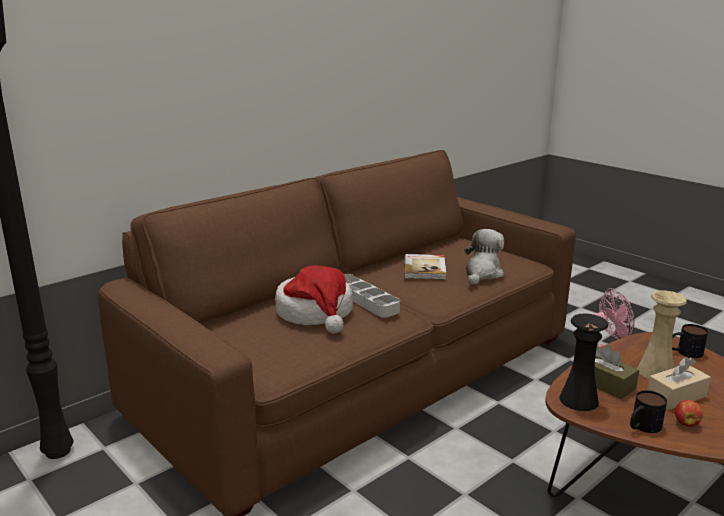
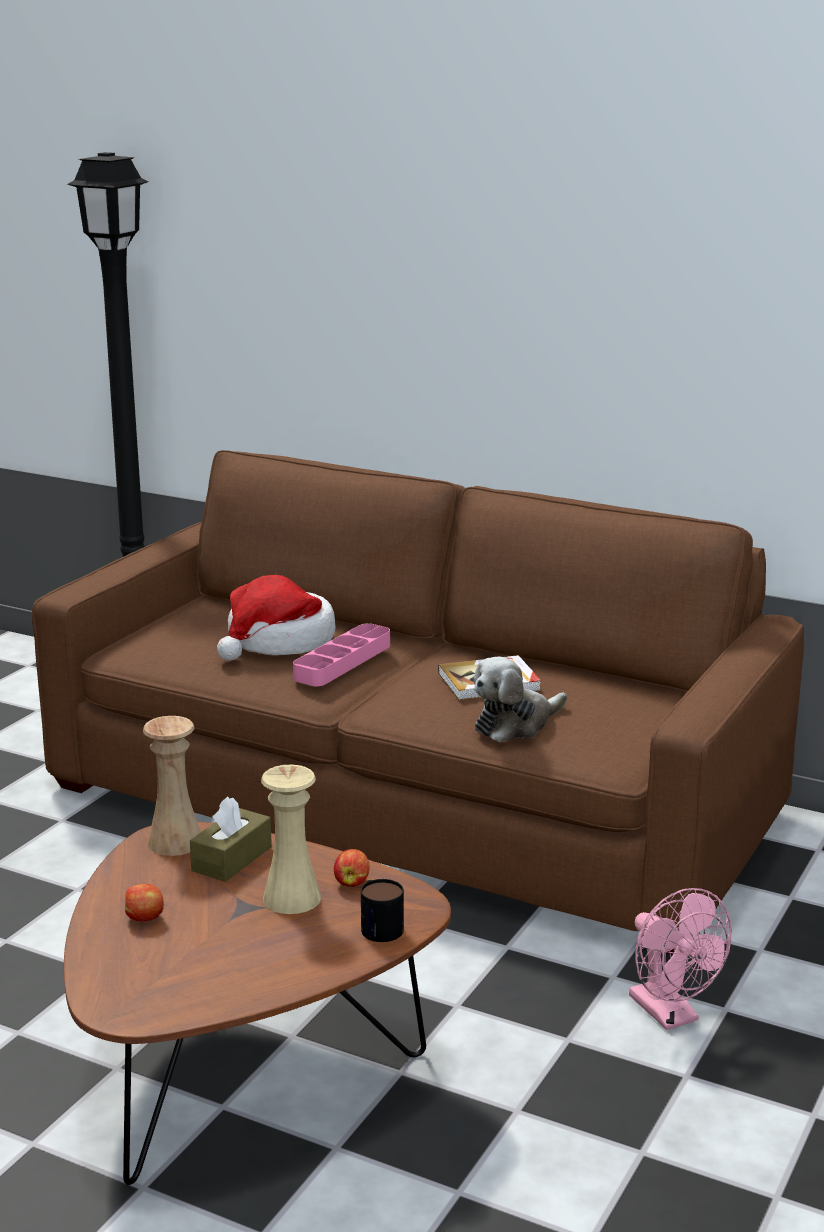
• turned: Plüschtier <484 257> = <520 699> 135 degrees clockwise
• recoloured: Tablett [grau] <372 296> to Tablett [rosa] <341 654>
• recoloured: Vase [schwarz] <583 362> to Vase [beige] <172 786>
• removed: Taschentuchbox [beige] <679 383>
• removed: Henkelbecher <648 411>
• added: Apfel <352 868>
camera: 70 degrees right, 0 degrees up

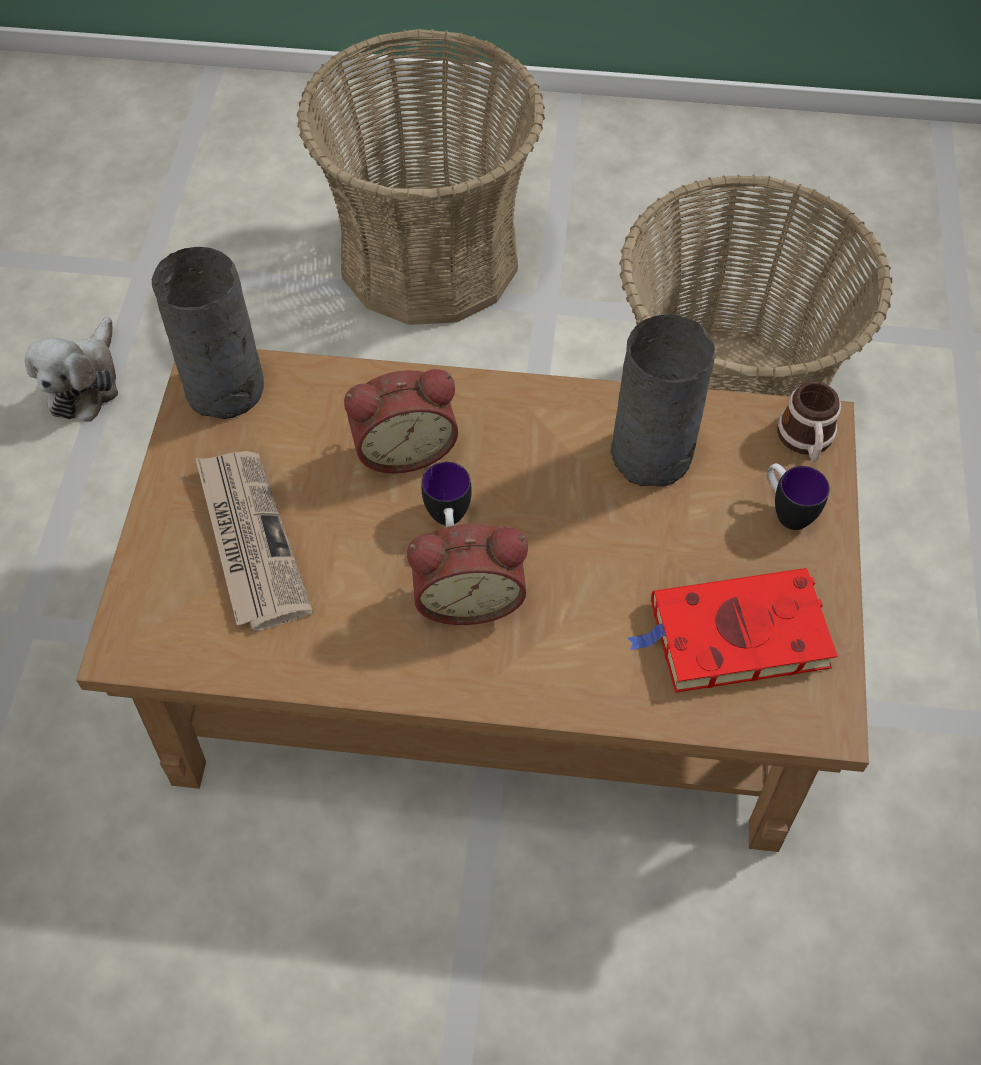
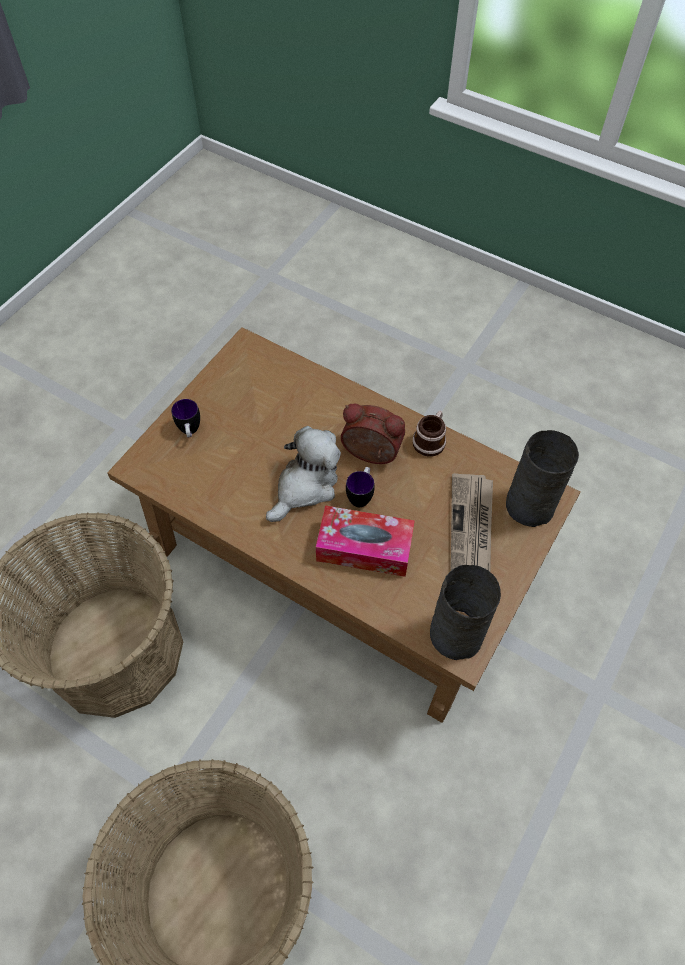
• moved: Vase [grau] <663 401> to <542 478>
• moved: Plüschtier <71 369> to <303 474>
• replaced: Wecker <401 421> to Taschentuchbox <365 541>
• moved: Henkelbecher <809 421> to <429 433>
• removed: Buch [rot] <732 630>
camera: 155 degrees left, 0 degrees up

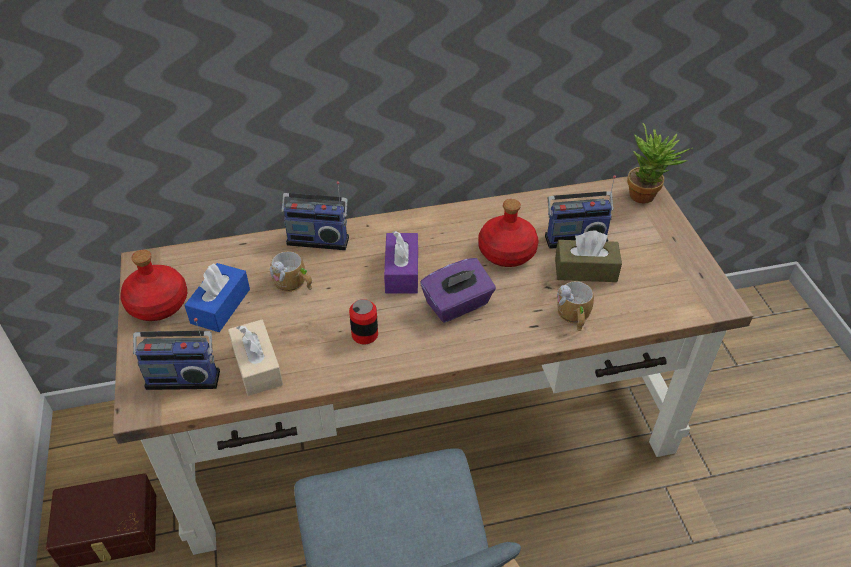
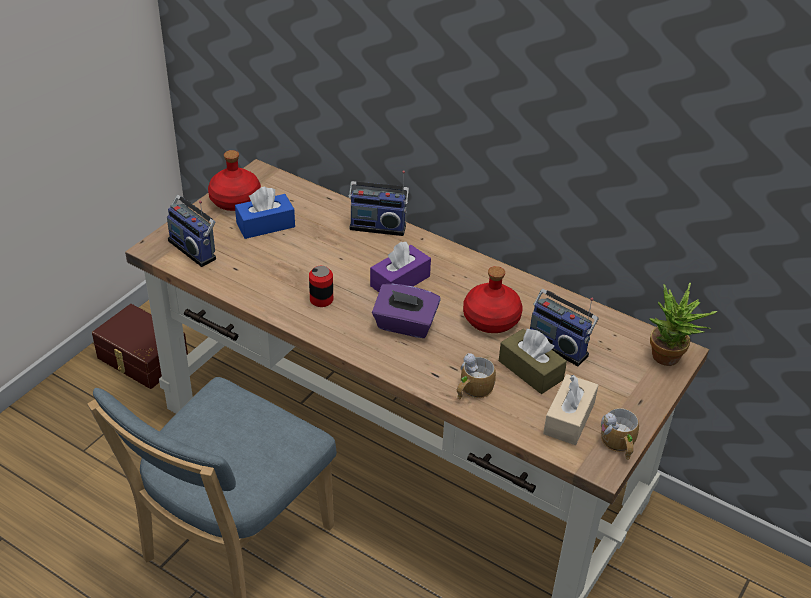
• turned: Radio <315 215> = <378 203> 45 degrees counterclockwise
• moved: Henkelbecher <291 271> to <620 434>
• moved: Taschentuchbox [beige] <255 358> to <570 409>
camera: 45 degrees right, 5 degrees down

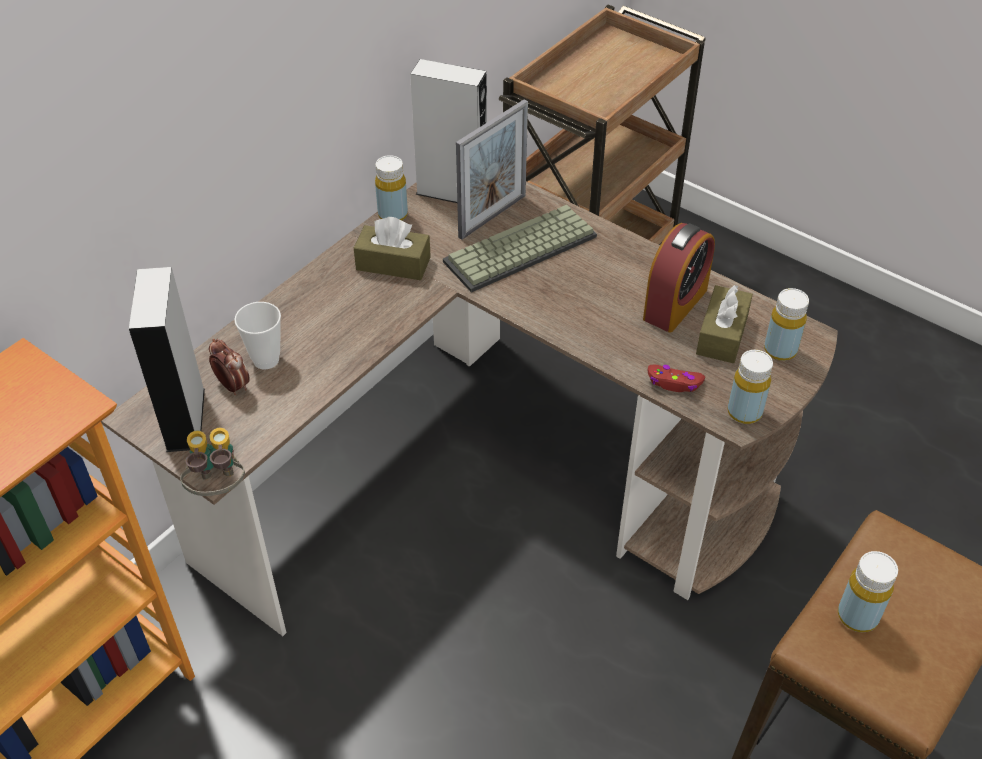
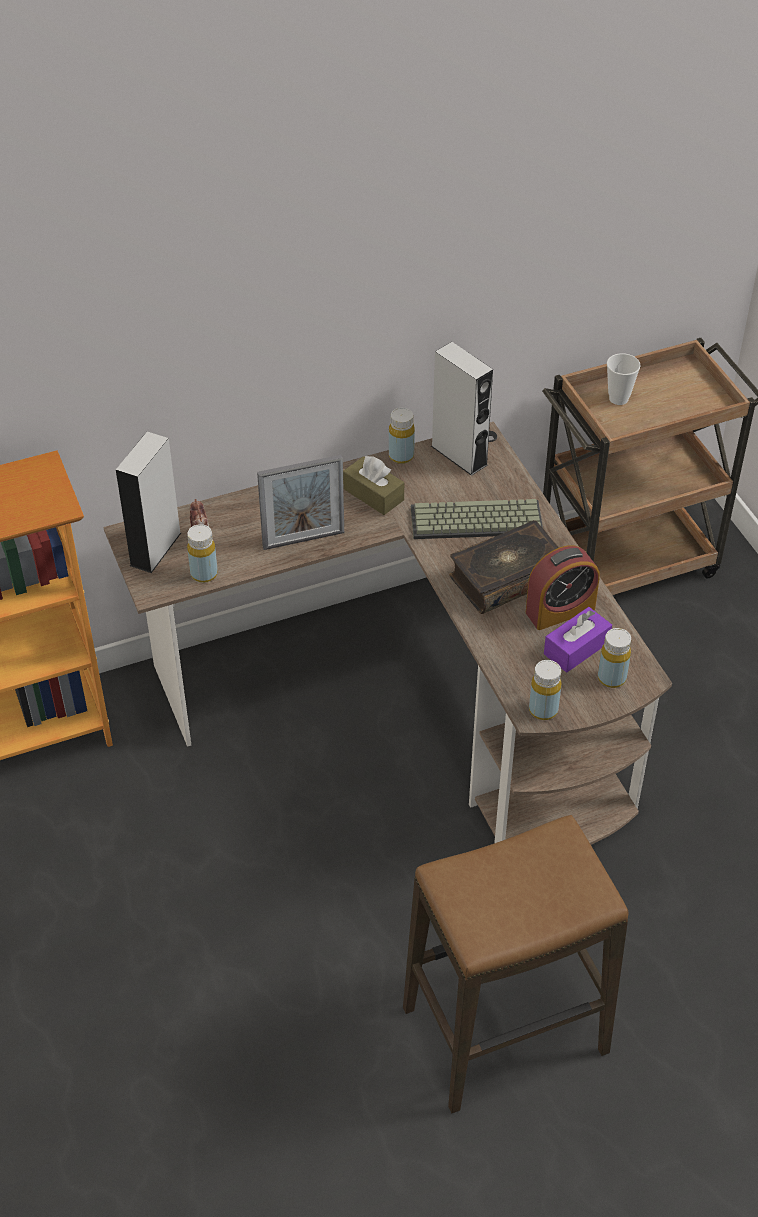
• moved: Bilderrahmen <492 169> to <300 502>
• recoloured: Taschentuchbox [braun] <724 324> to Taschentuchbox [lila] <578 639>
• moved: Tasse <257 335> to <624 379>
• removed: Gamepad [rot] <676 378>
• removed: Fernglas <212 462>
• moved: Flasche [gelb] <868 591> to <202 553>
• added: Buch <504 567>
camera: 30 degrees right, 0 degrees up

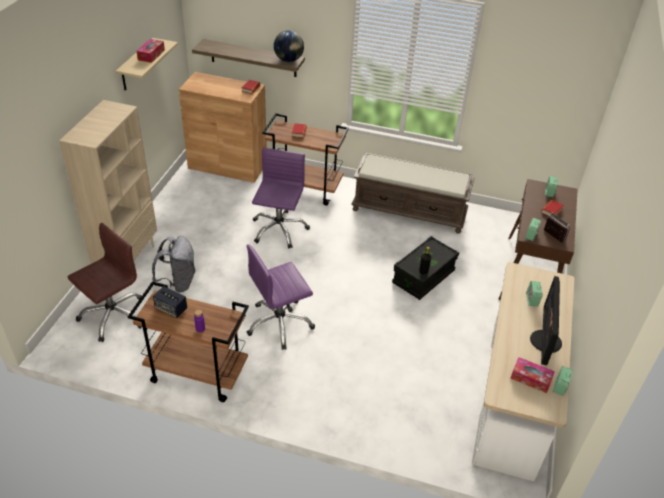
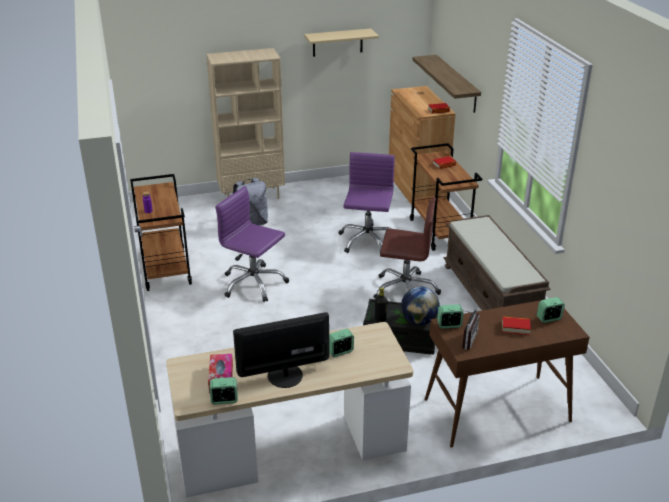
• moved: Globus <289 46> to <420 306>
• removed: Taschentuchbox <150 51>
• turned: Bürostuhl [lila] <281 198> = <366 202> 60 degrees counterclockwise
• moved: Bürostuhl [braun] <105 282> to <407 248>
• removed: Lautsprecher <170 302>
camera: 60 degrees right, 10 degrees down

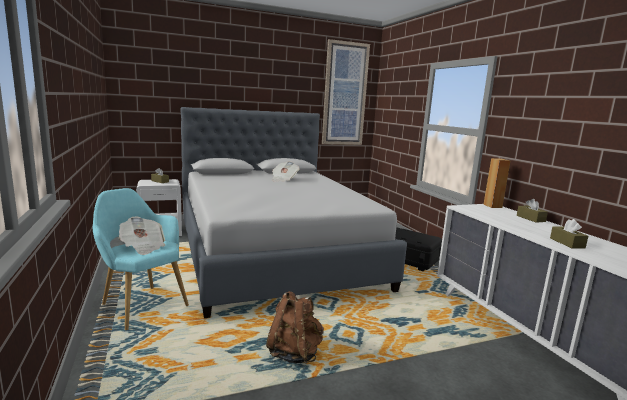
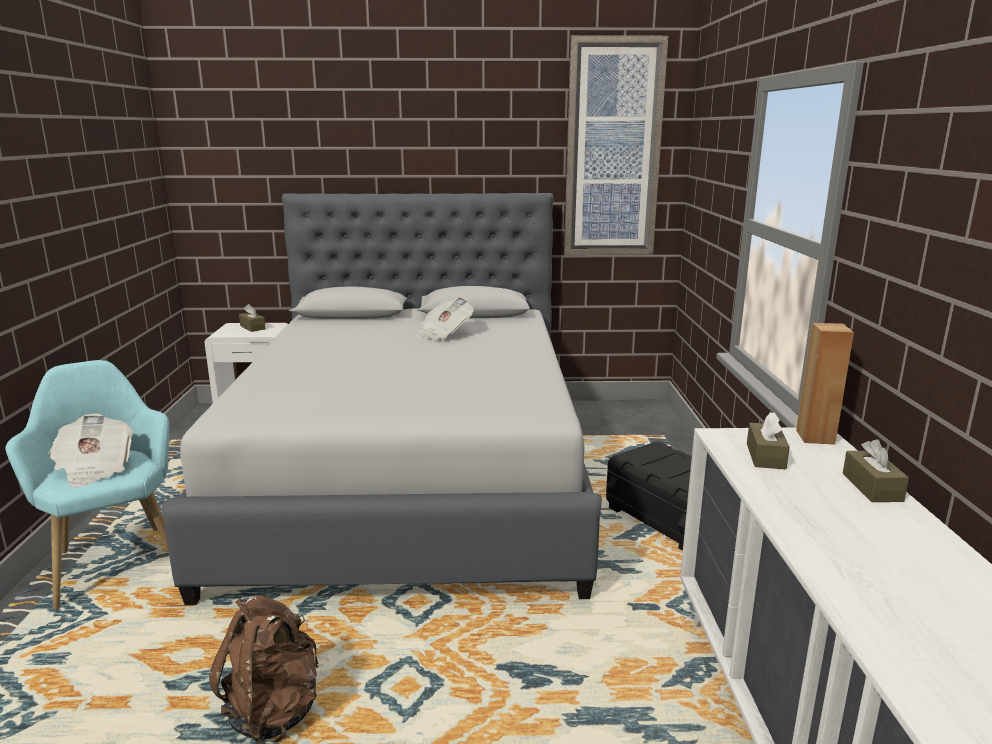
• moved: Taschentuchbox [braun] <569 233> to <768 440>
camera: 20 degrees right, 5 degrees up

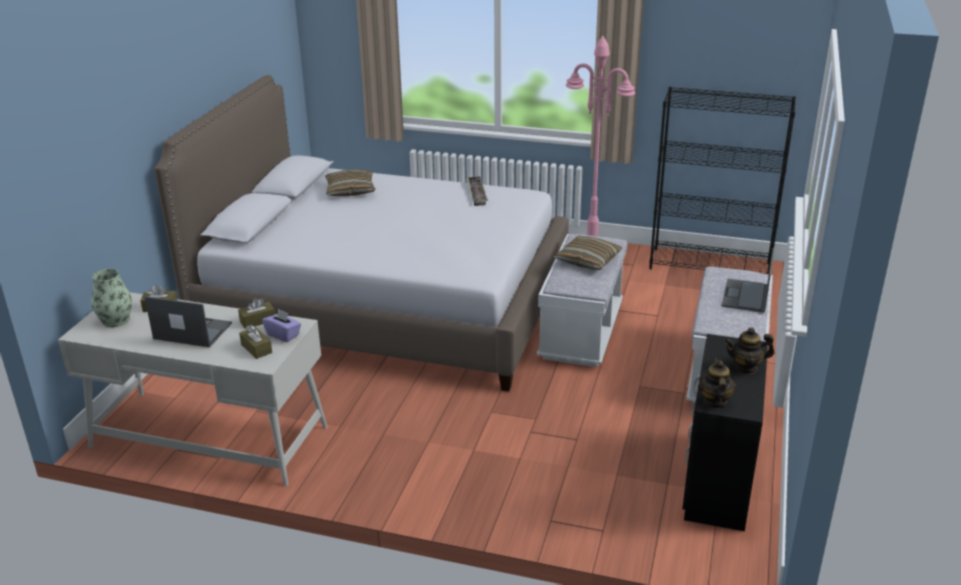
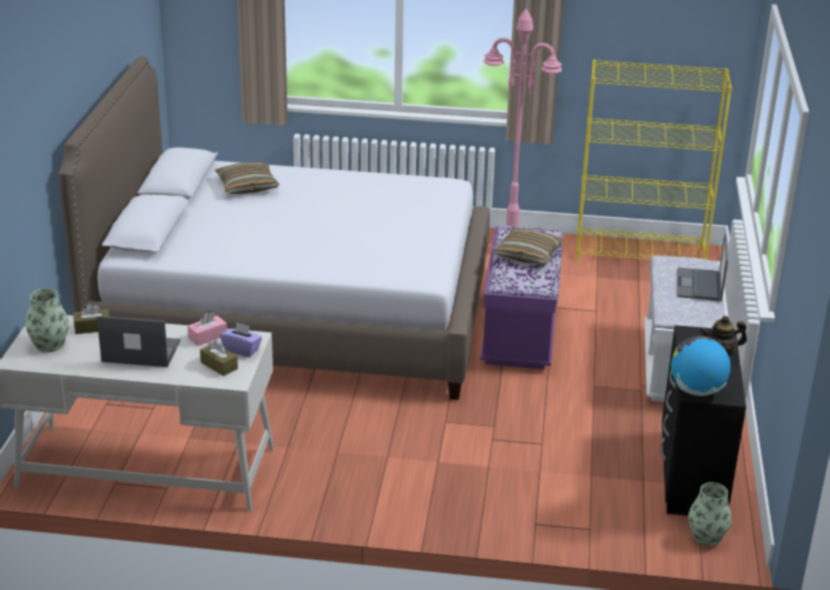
• recoloured: Bücherregal [schwarz] <722 180> to Bücherregal [gelb] <654 160>
• removed: Tablett <477 191>
• recoloured: Bank [weiß] <582 300> to Bank [lila] <522 297>
• recoloured: Taschentuchbox [braun] <256 313> to Taschentuchbox [rosa] <207 329>
• replaced: Teekanne <717 383> to Globus <701 366>
• added: Vase <710 514>
camera: 10 degrees left, 0 degrees up

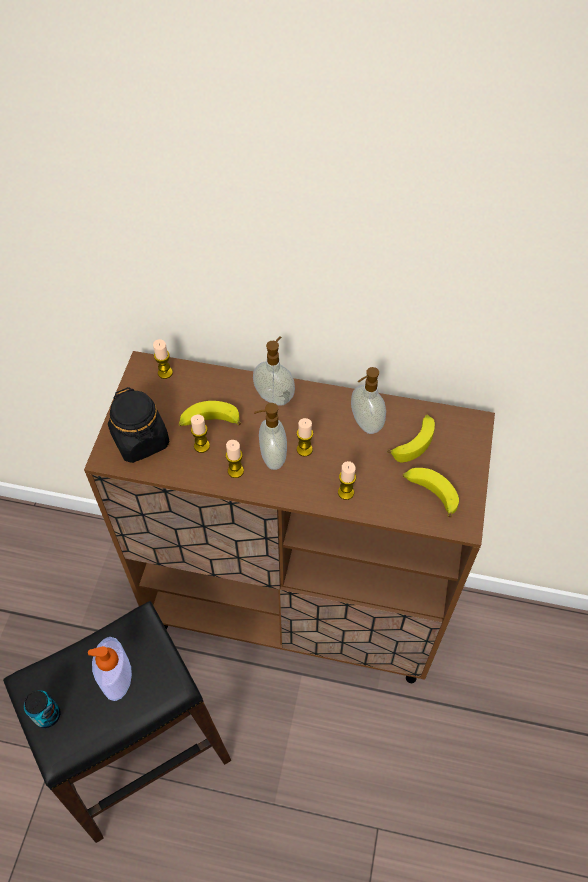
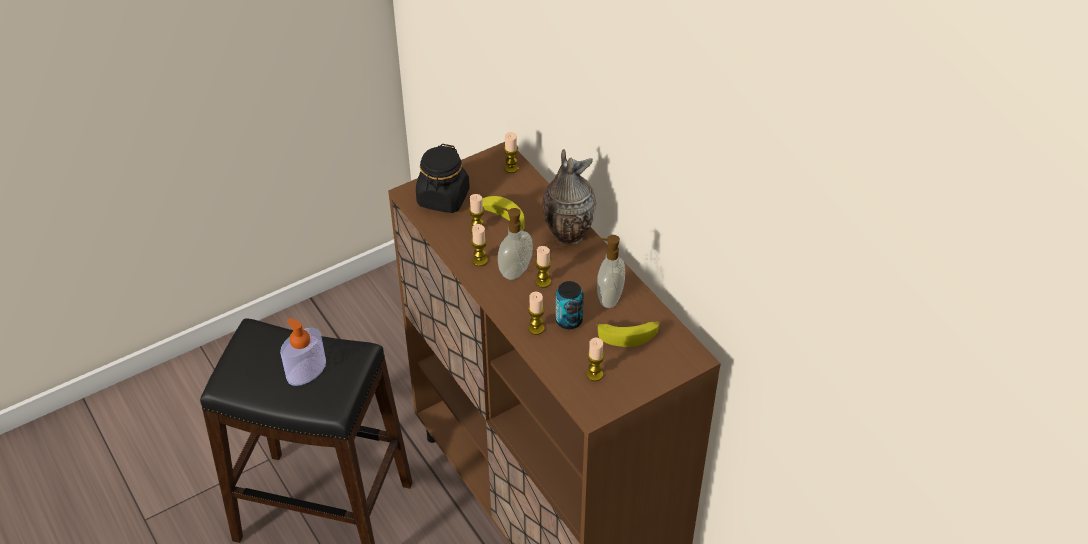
• replaced: Seifenspender <274 371> to Vase <569 197>
• replaced: Banane <431 492> to Kerze <595 359>
• moved: Dose <42 709> to <569 305>
camera: 45 degrees right, 10 degrees down

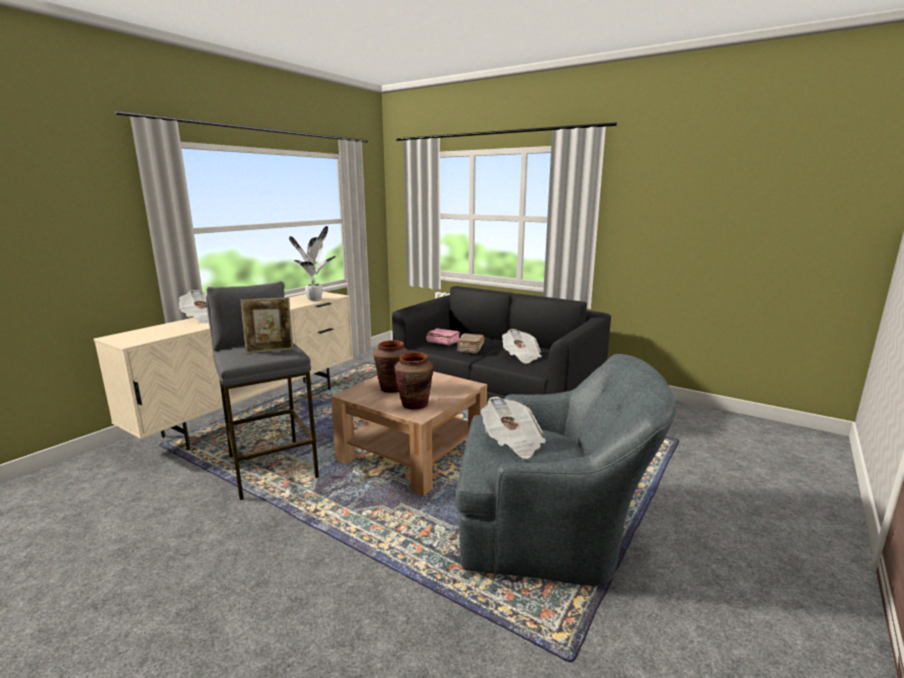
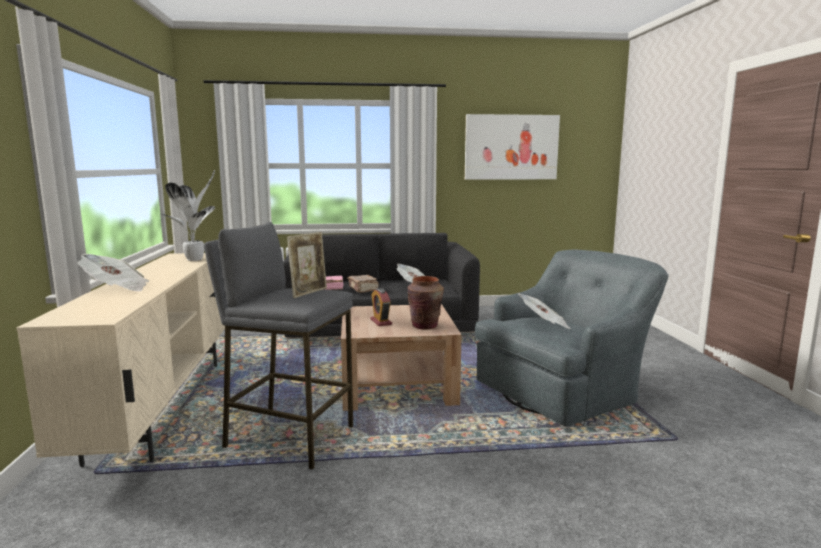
• replaced: Vase [braun] <391 366> to Wecker <381 307>
• added: Bild <512 147>
camera: 40 degrees left, 5 degrees down

